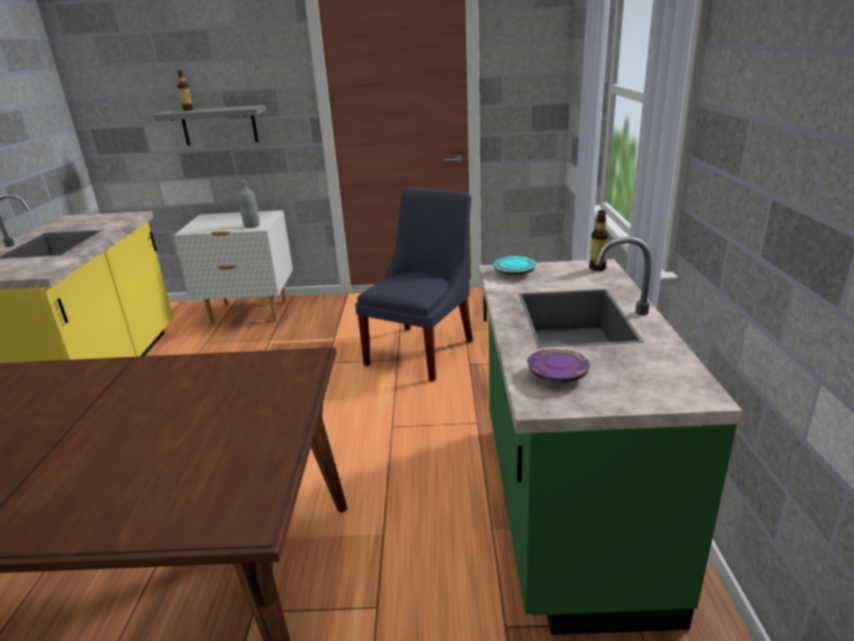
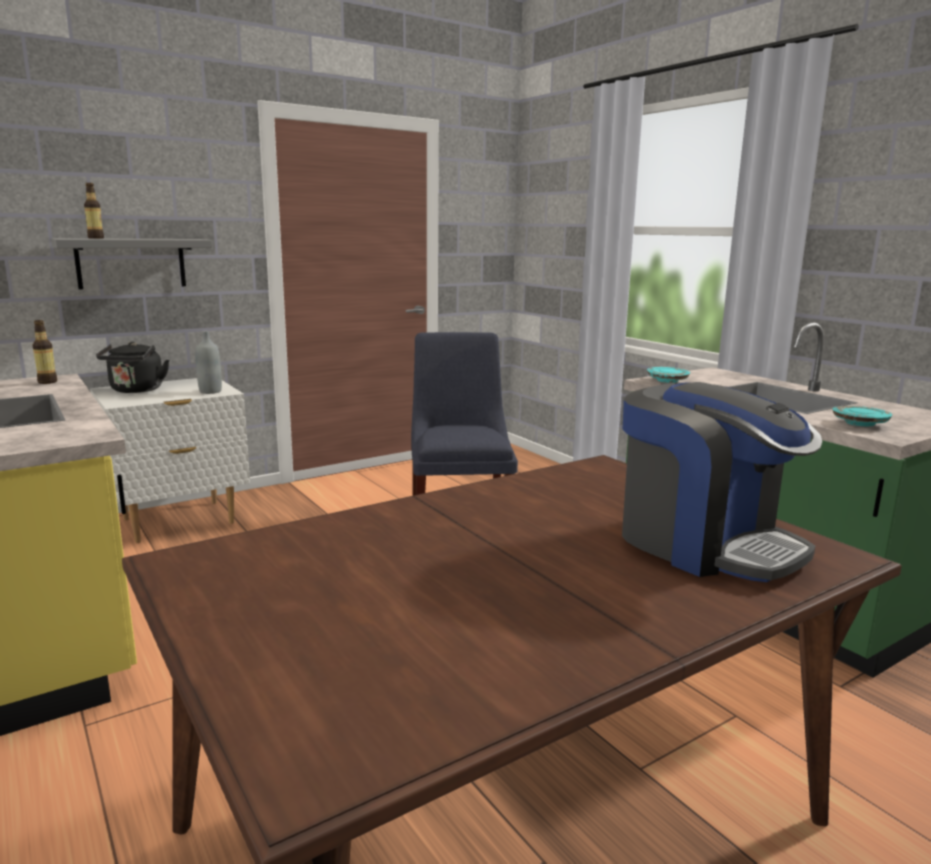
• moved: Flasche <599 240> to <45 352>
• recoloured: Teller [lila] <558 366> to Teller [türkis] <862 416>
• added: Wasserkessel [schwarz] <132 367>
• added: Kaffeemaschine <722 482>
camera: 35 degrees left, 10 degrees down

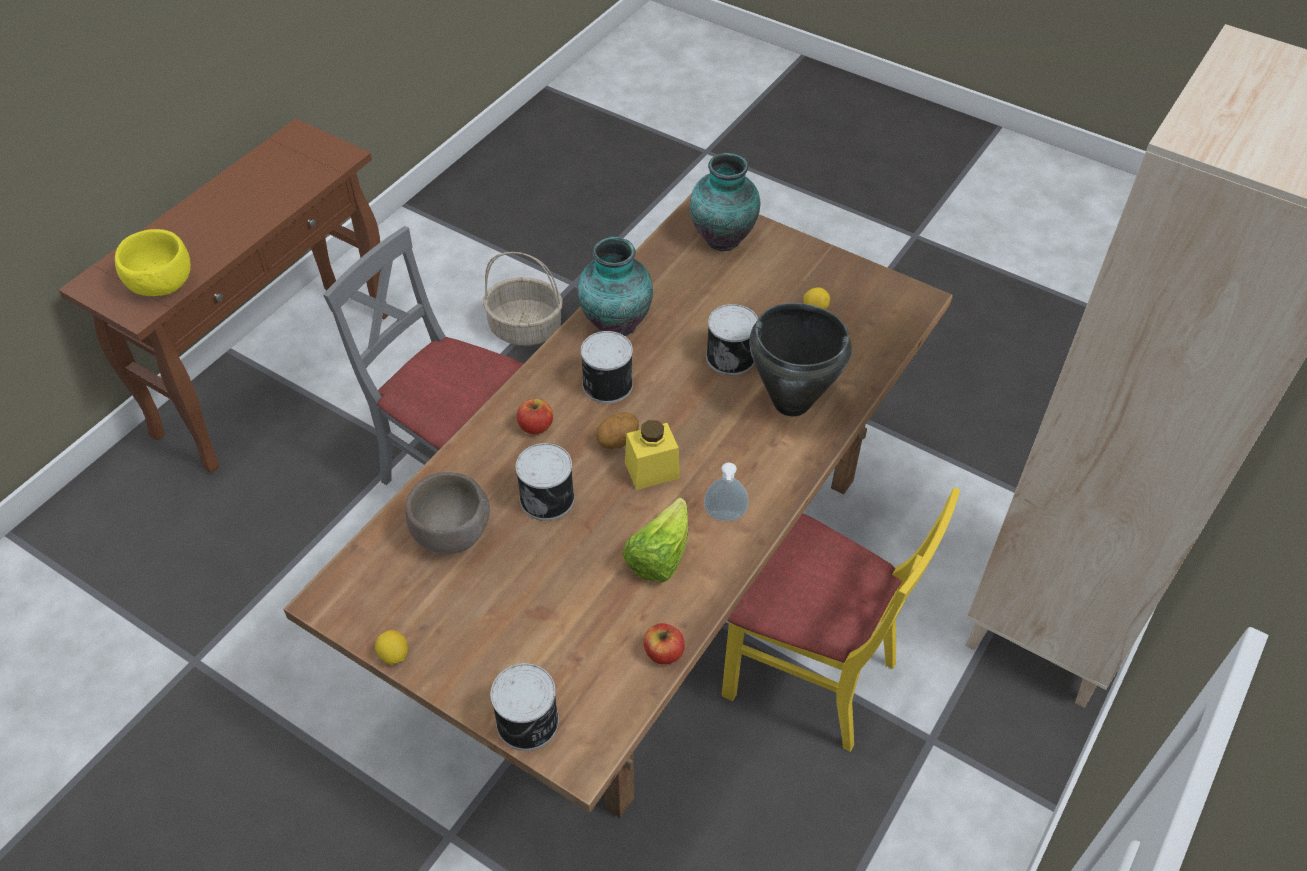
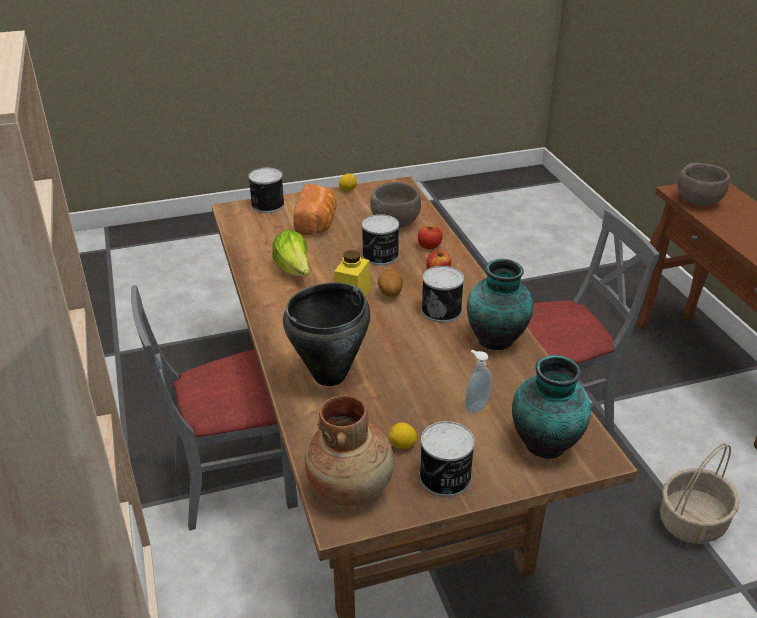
• recoloured: Schüssel [gelb] <153 262> to Schüssel [braun] <703 184>
• moved: Dose <732 339> to <447 459>
• moved: Seifenspender <726 491> to <478 381>
• recoloured: Stuhl [gelb] <841 619> to Stuhl [grau] <214 408>
• moved: Apfel <664 644> to <430 237>
• added: Brot <315 209>
• added: Vase [braun] <349 450>
camera: 130 degrees right, 15 degrees down

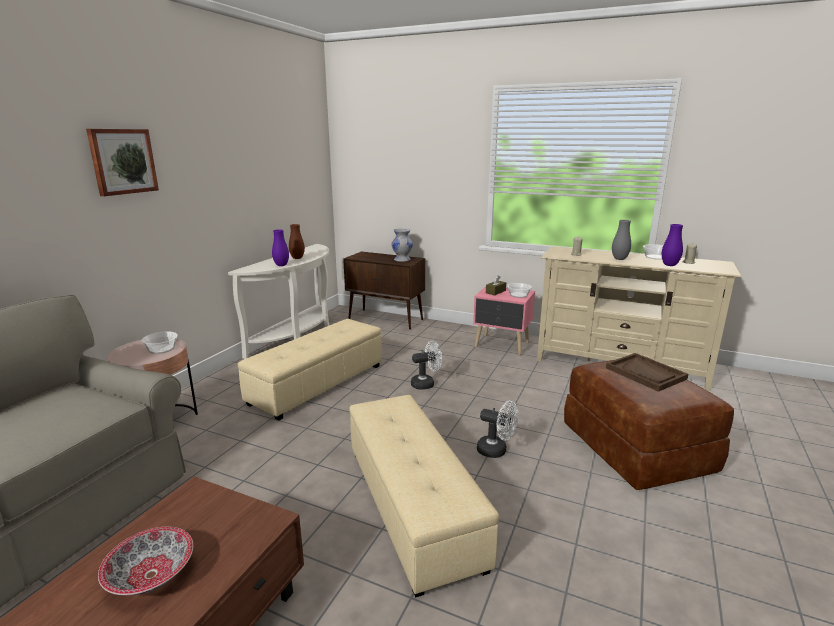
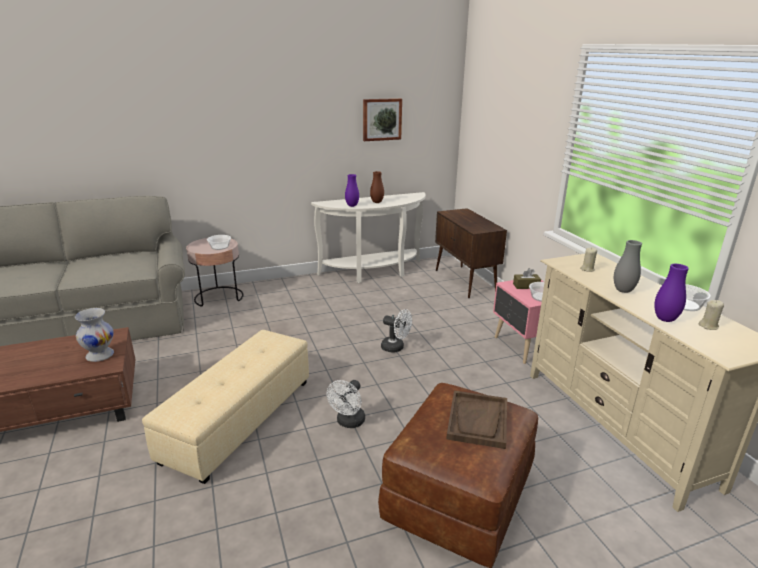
• moved: Bild <122 162> to <382 119>
• moved: Vase [weiß] <402 245> to <94 335>
• removed: Polsterhocker [beige] <310 370>
• turned: Ventilator [weiß] <498 429> = <346 404> 45 degrees clockwise
• removed: Schüssel <145 561>
camera: 45 degrees right, 5 degrees up

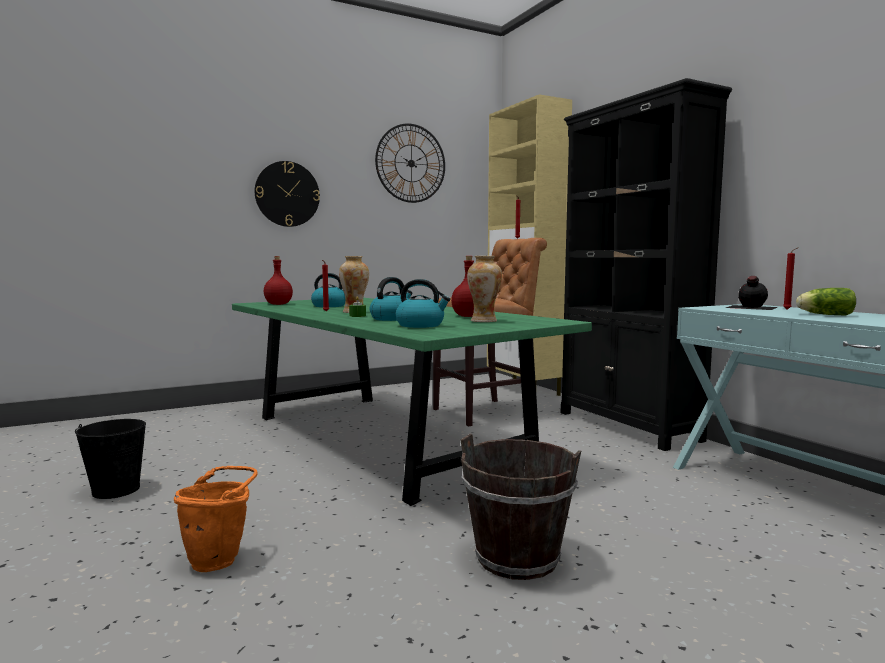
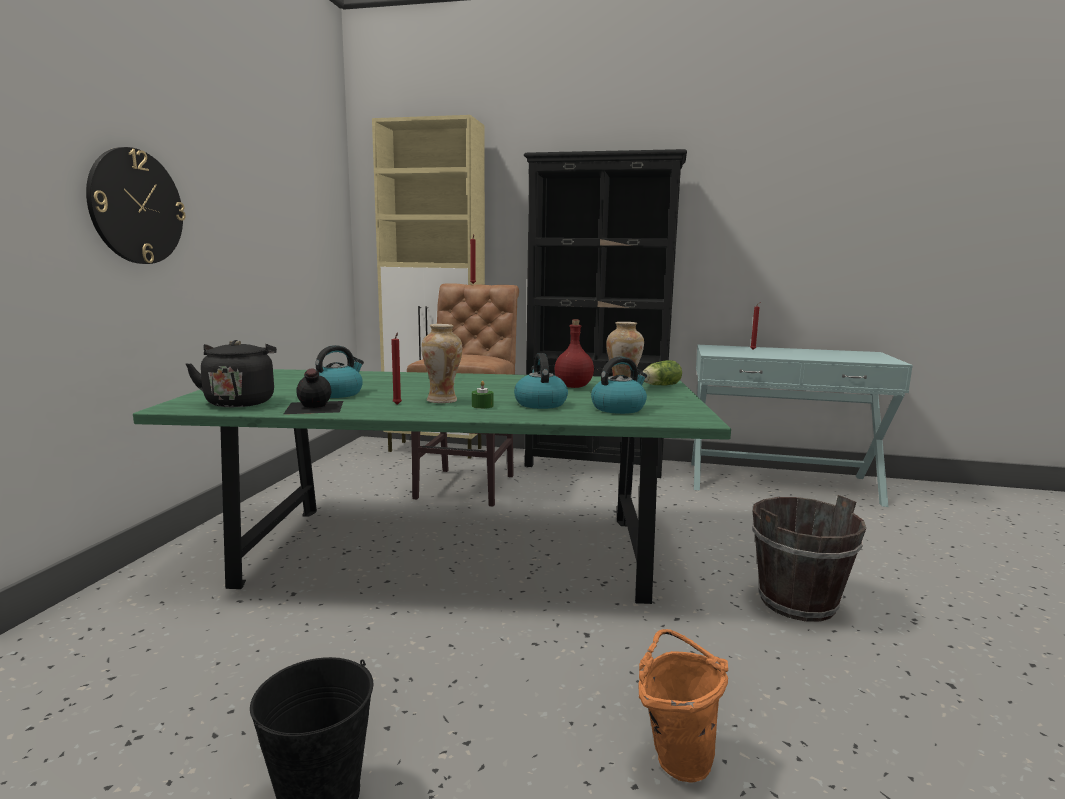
• removed: Wanduhr <410 163>
• replaced: Flasche [rot] <278 280> to Wasserkessel [schwarz] <231 373>
• moved: Flasche [schwarz] <751 293> to <313 391>
• moved: Salatkopf <826 302> to <662 373>
camera: 50 degrees left, 5 degrees up

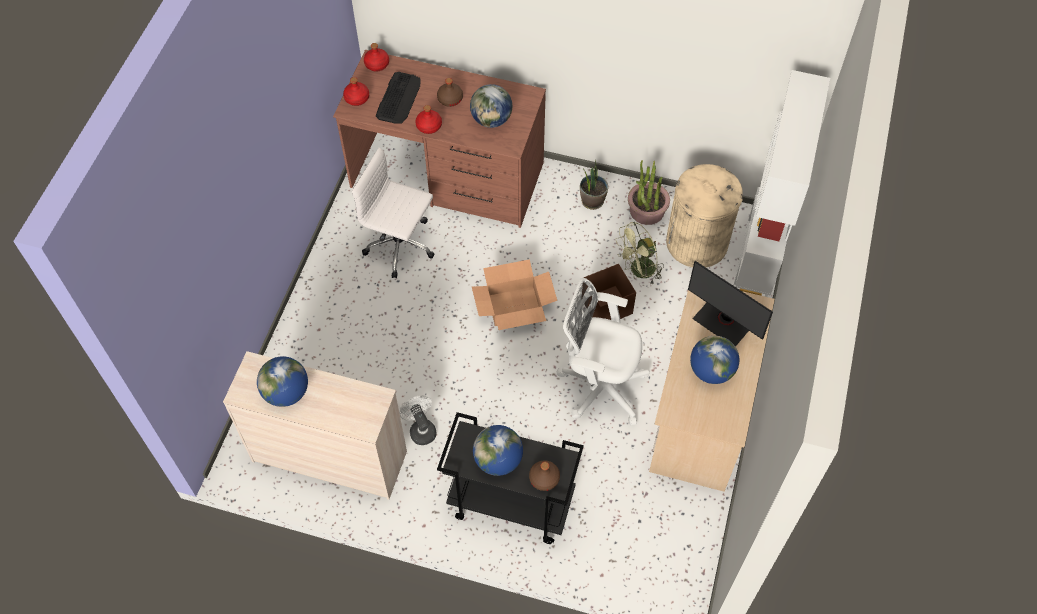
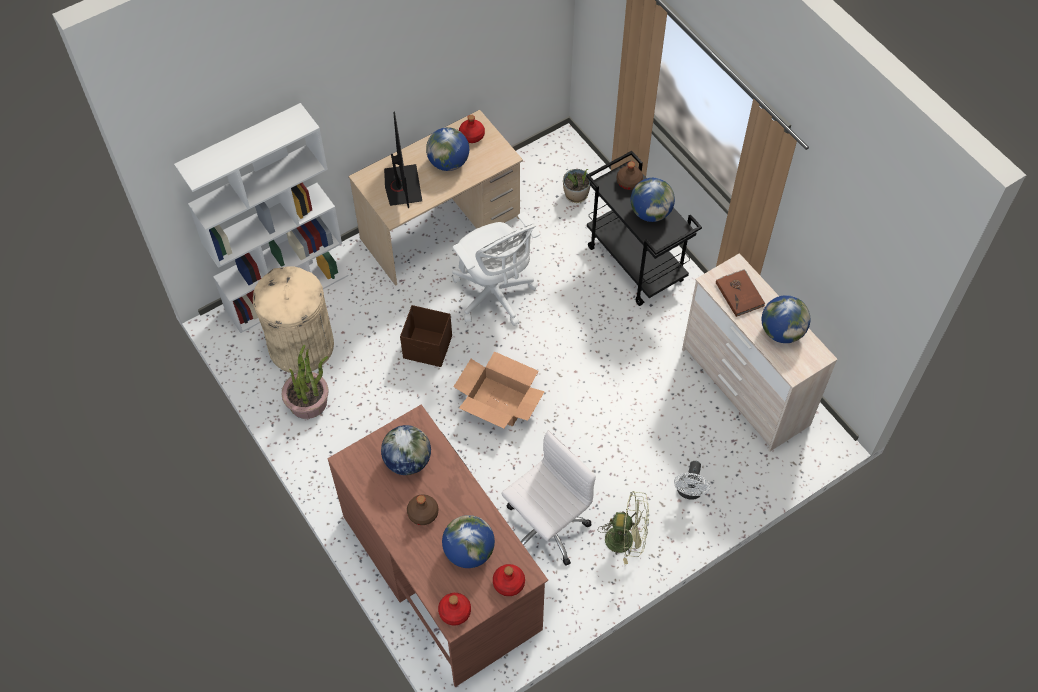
• replaced: Tastatur <398 97> to Globus <468 541>
• moved: Flasche [rot] <428 119> to <472 129>
• turned: Bürostuhl [weiß] <393 212> = <549 498> 105 degrees counterclockwise
• moved: Topfpflanze <594 185> to <576 186>
• moved: Ventilator [grün] <640 253> to <623 528>
• moved: Ventilator [weiß] <418 420> to <692 480>
• added: Buch [braun] <740 293>
camera: 140 degrees left, 0 degrees up

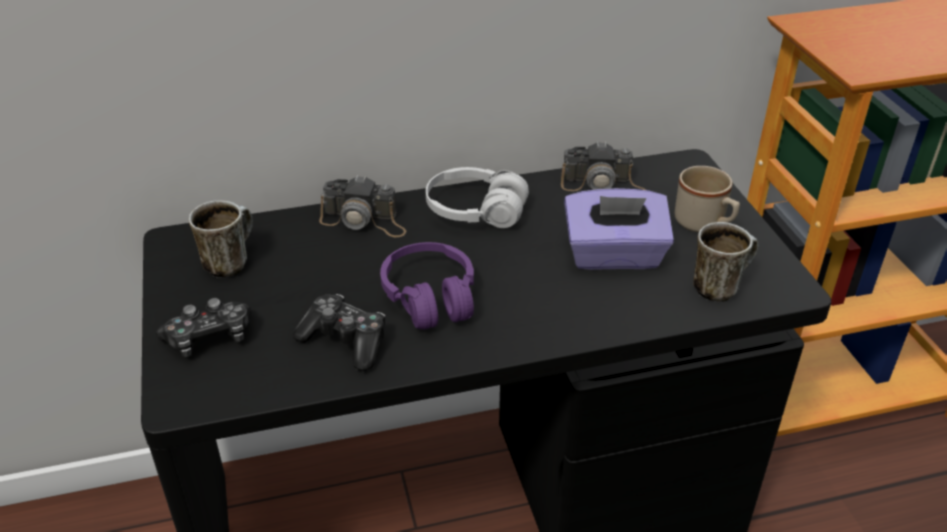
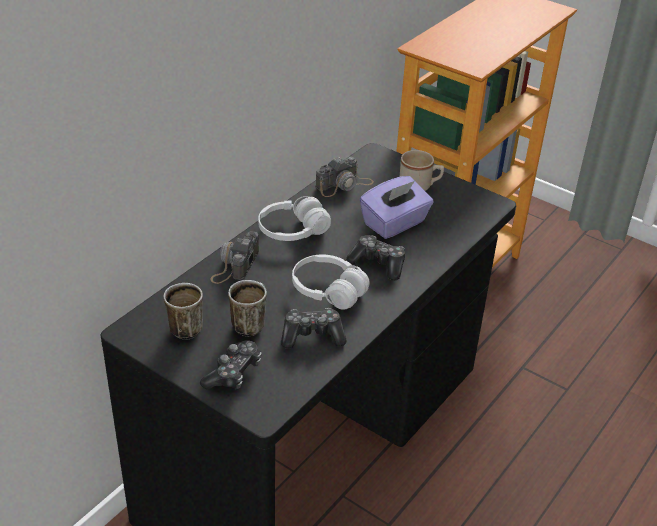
• turned: Kamera <362 206> = <235 257> 135 degrees clockwise
• moved: Henkelbecher <725 261> to <247 308>
• recoloured: Kopfhörer [lila] <427 286> to Kopfhörer [weiß] <331 282>
• added: Gamepad <375 258>
camera: 40 degrees left, 0 degrees up

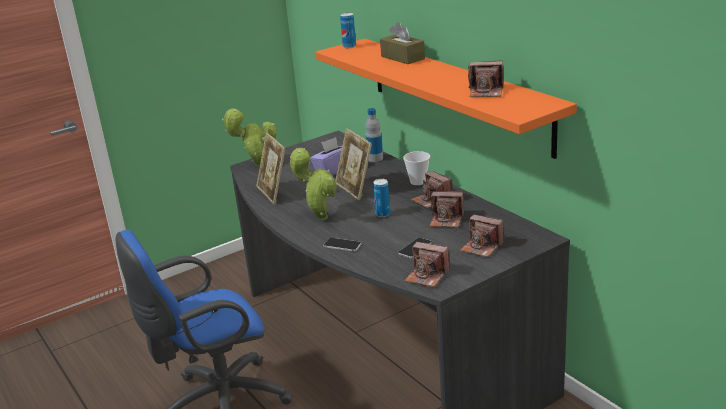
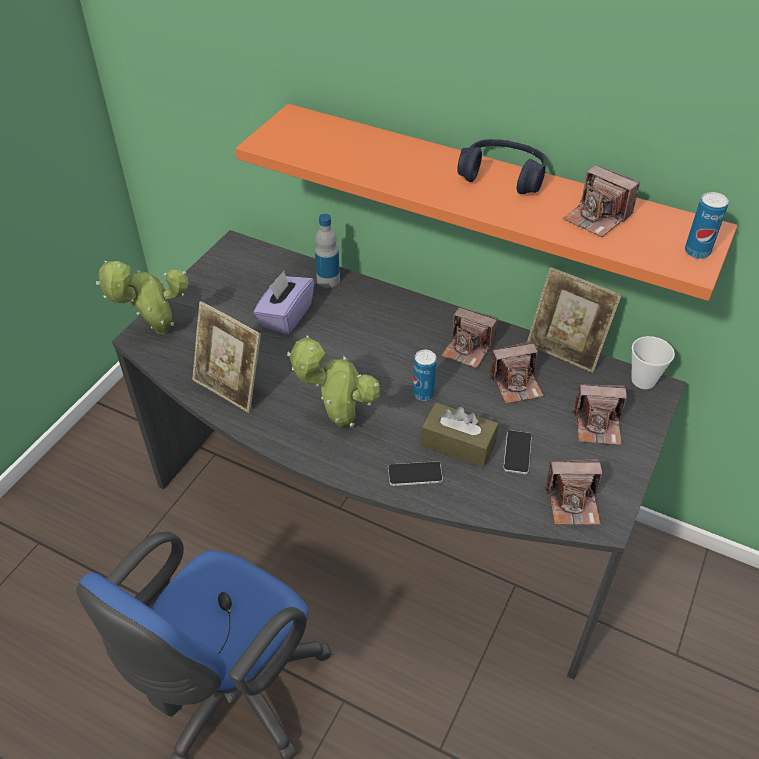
• moved: Dose <348 30> to <707 225>
• moved: Taschentuchbox [braun] <402 43> to <460 435>
• turned: Kamera <486 78> = <601 201> 60 degrees clockwise
• moved: Bilderrahmen <353 164> to <574 320>
• moved: Tasse <416 168> to <653 362>
• added: Kopfhörer [blau] <501 166>
camera: 30 degrees left, 20 degrees up

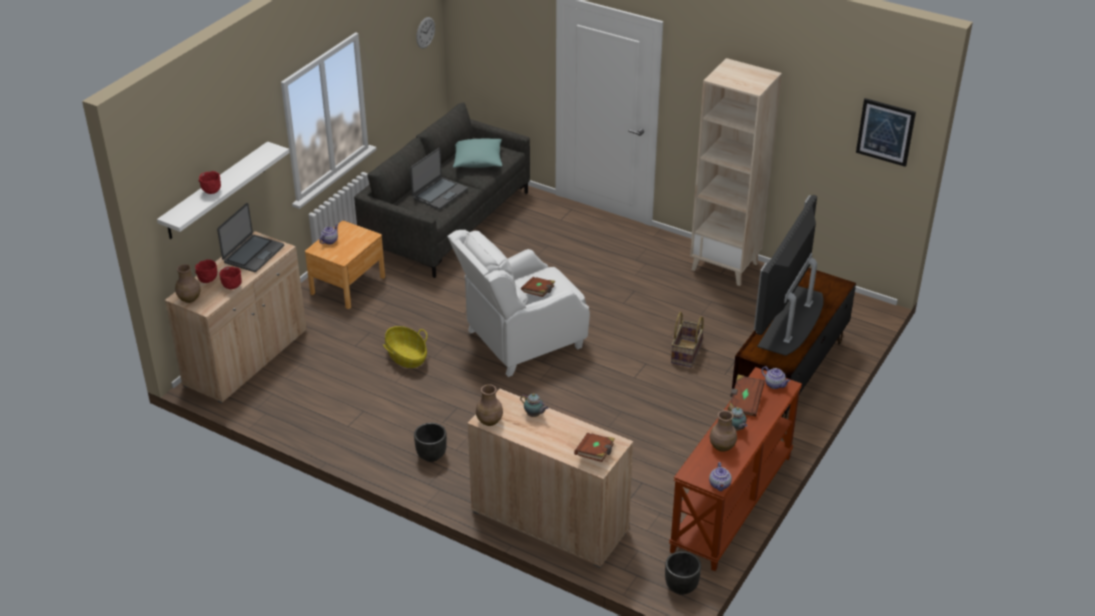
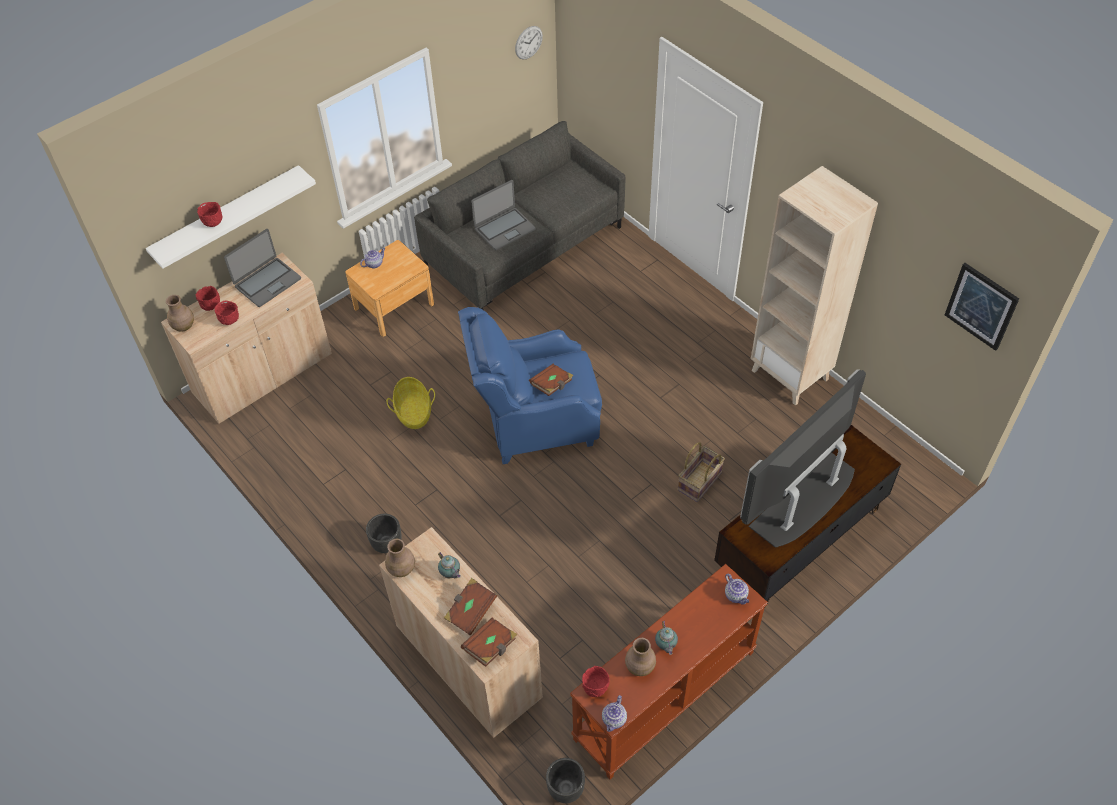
• removed: Kissen [türkis] <477 153>
• recoloured: Sessel [weiß] <518 303> to Sessel [blau] <530 385>
• moved: Buch [braun] <747 395> to <470 607>
• added: Schüssel [rot] <596 681>
camera: 20 degrees right, 15 degrees up

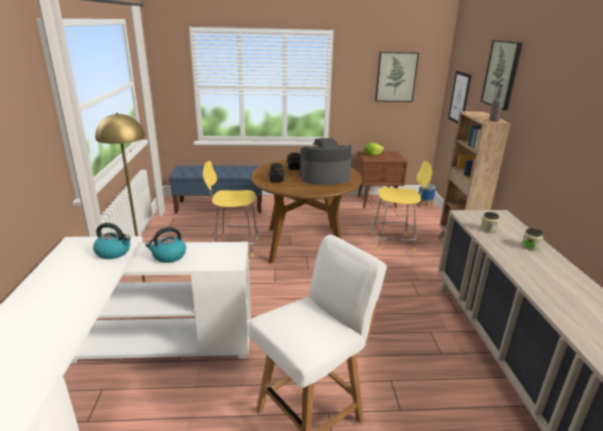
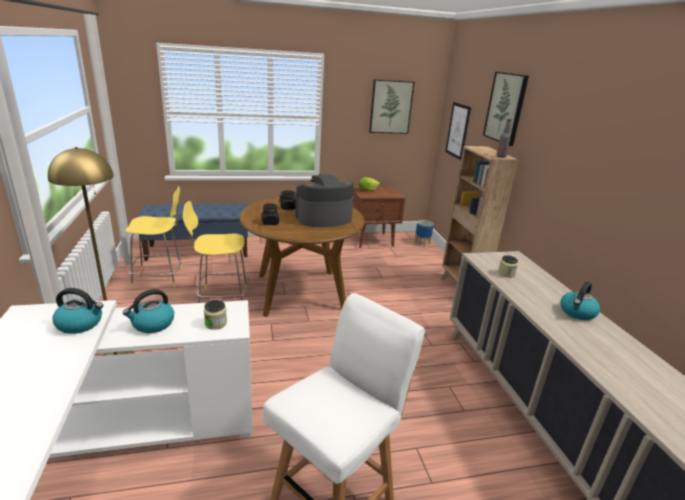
• moved: Hocker [gelb] <402 206> to <154 237>
• moved: Vorratsglas <532 239> to <215 315>
• added: Wasserkessel <580 300>
camera: 10 degrees left, 0 degrees up

